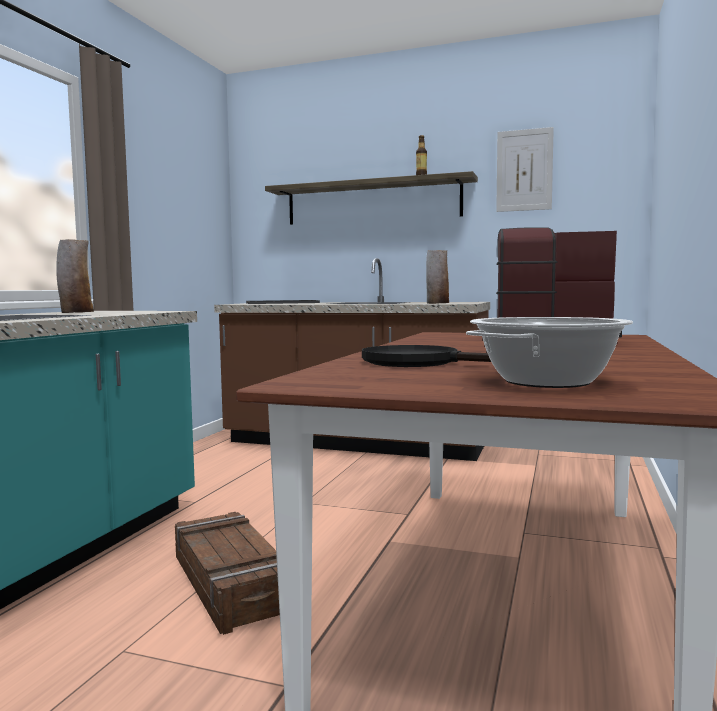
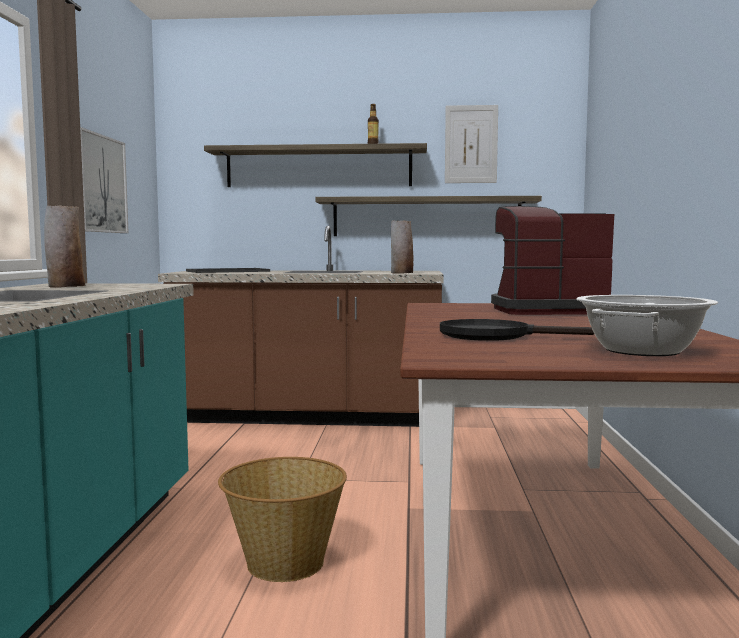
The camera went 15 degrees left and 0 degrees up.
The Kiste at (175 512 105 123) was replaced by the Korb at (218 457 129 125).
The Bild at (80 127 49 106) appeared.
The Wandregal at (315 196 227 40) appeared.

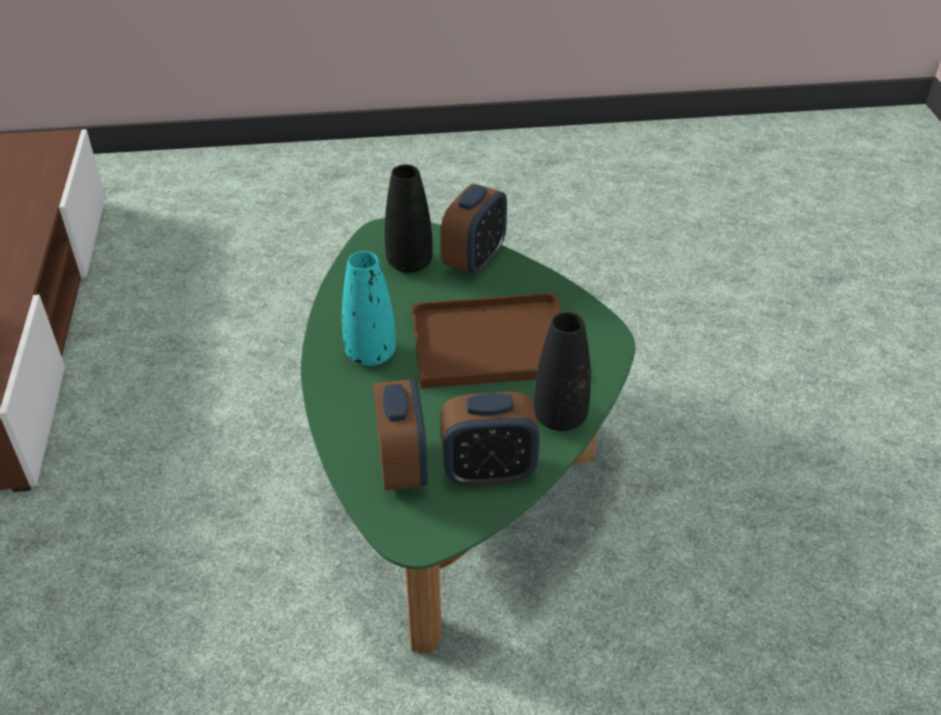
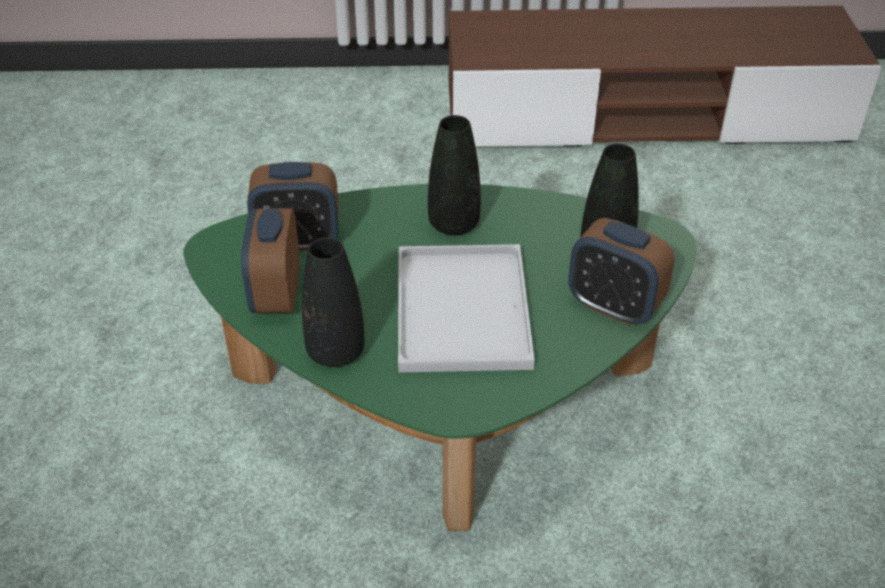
The camera went 95 degrees right and 0 degrees up.
The Vase (türkis) at (342 251 54 115) became the Vase (schwarz) at (428 115 53 121).
The Tablett (braun) at (412 292 149 97) became the Tablett (weiß) at (398 244 137 129).

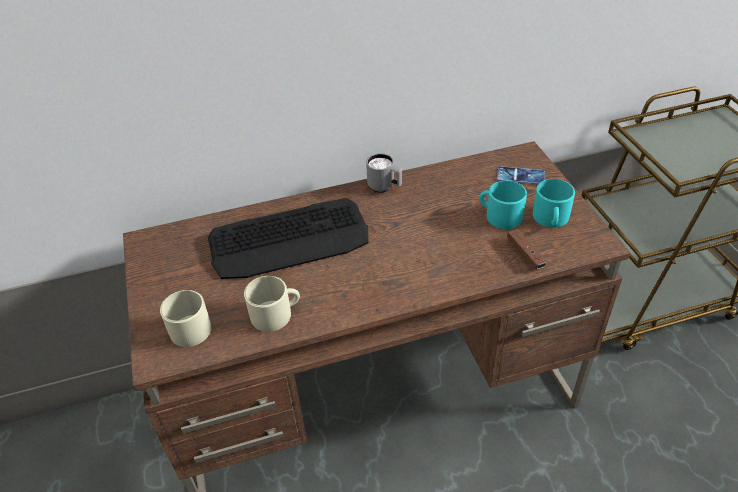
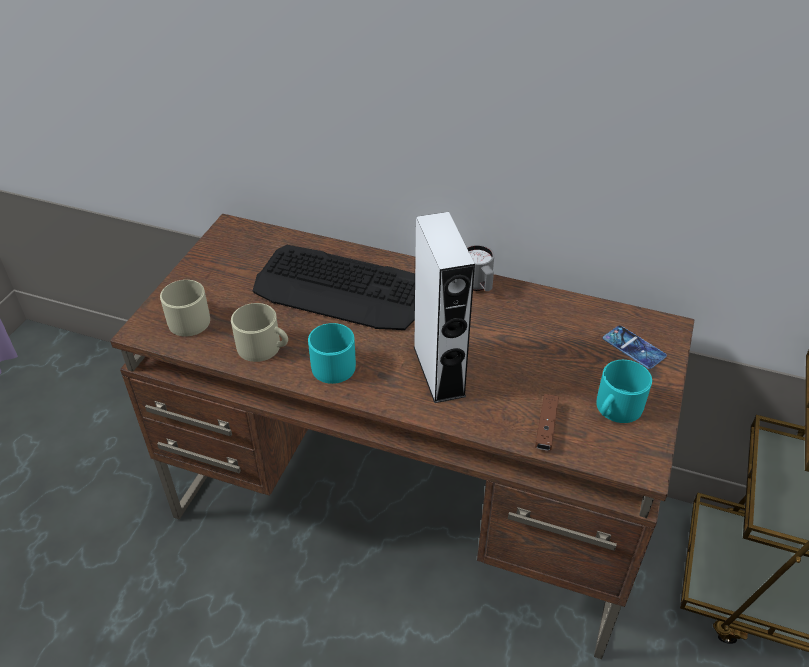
The camera went 35 degrees right and 0 degrees up.
The Henkelbecher (türkis) moved from (479 181 48 48) to (308 323 48 61).
The Lautsprecher (weiß) at (414 212 61 191) appeared.

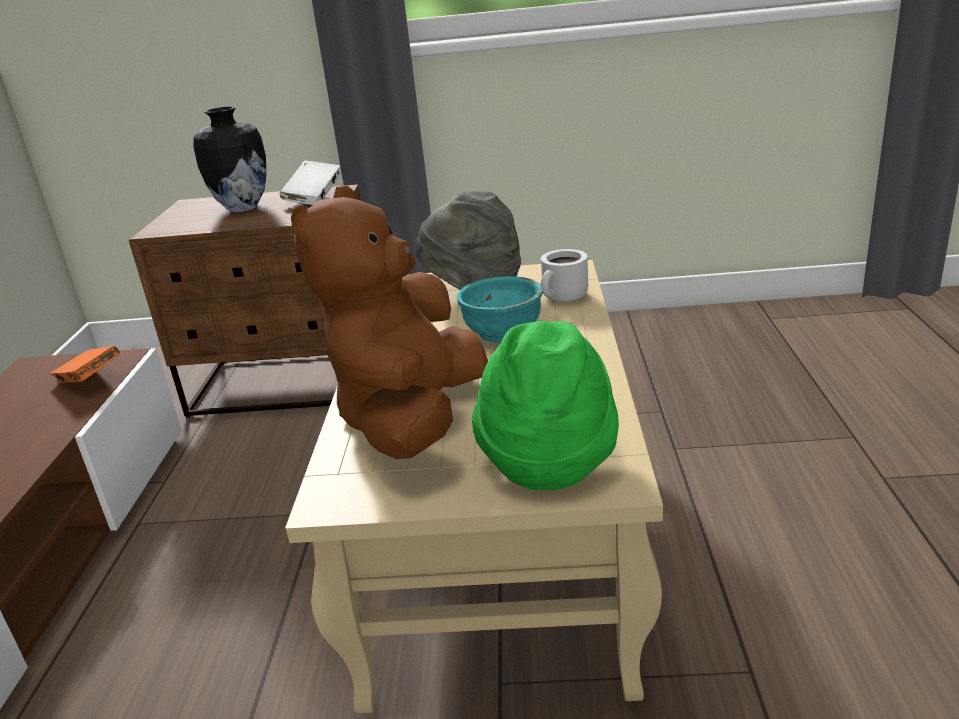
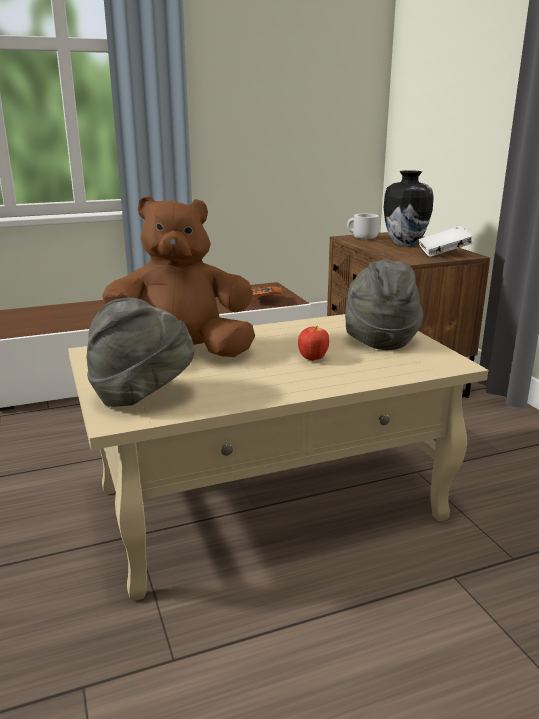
The camera went 65 degrees right and 5 degrees down.
The Henkelbecher (weiß) moved from (541 249 47 53) to (347 214 32 25).
The Schüssel (türkis) at (457 276 86 67) was replaced by the Apfel at (298 326 31 35).
The Hut (grün) at (472 321 147 170) became the Hut (grau) at (87 297 107 110).

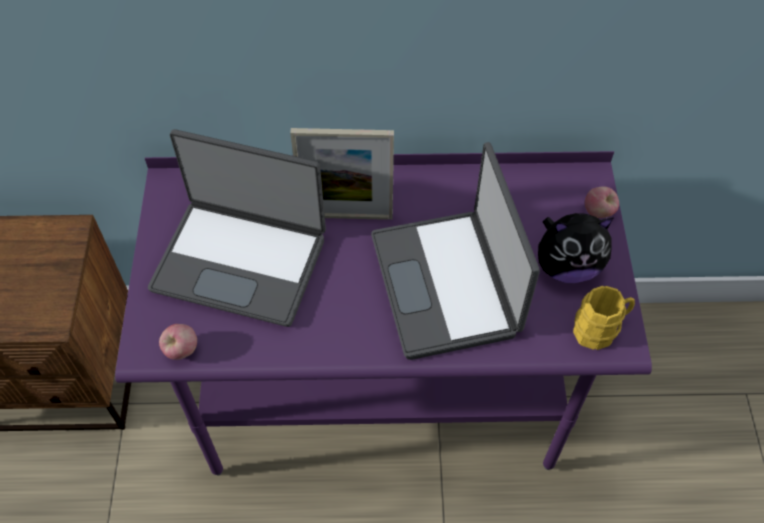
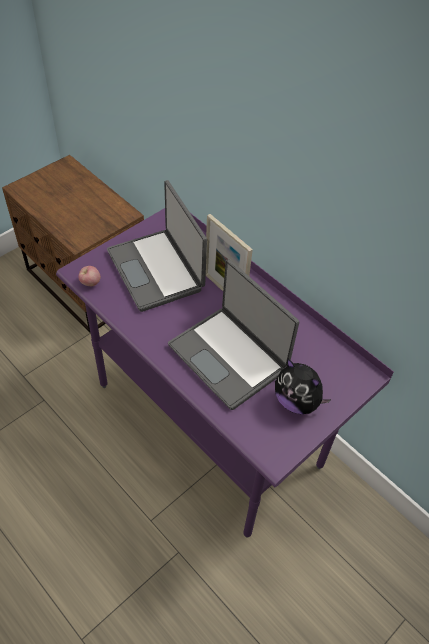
The camera went 45 degrees right and 5 degrees down.
The Laptop at (371 142 169 218) turned 75 degrees counterclockwise.
The Apfel at (585 186 34 32) disappeared.
The Henkelbecher (gelb) at (573 286 62 64) disappeared.

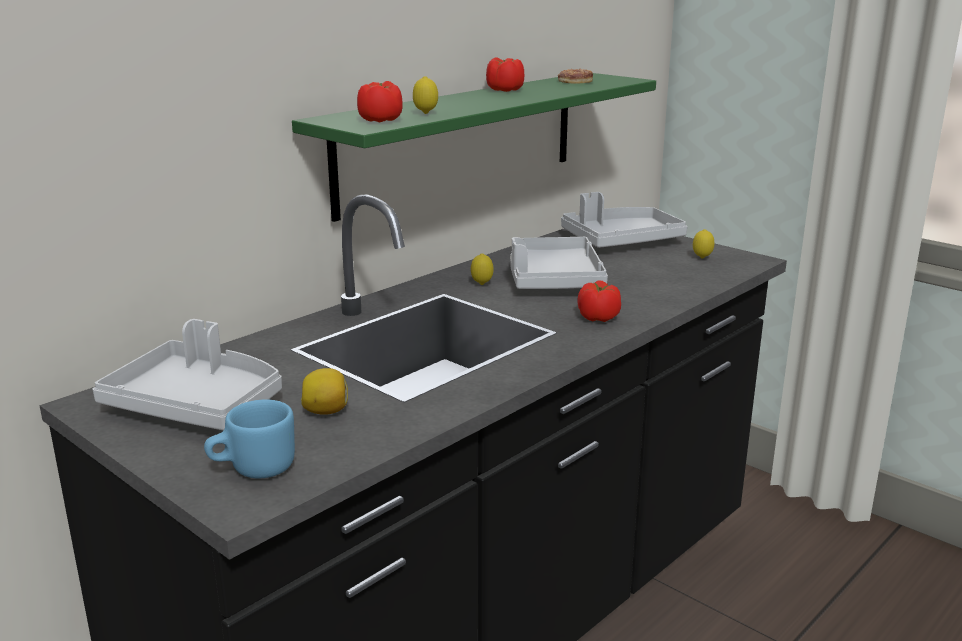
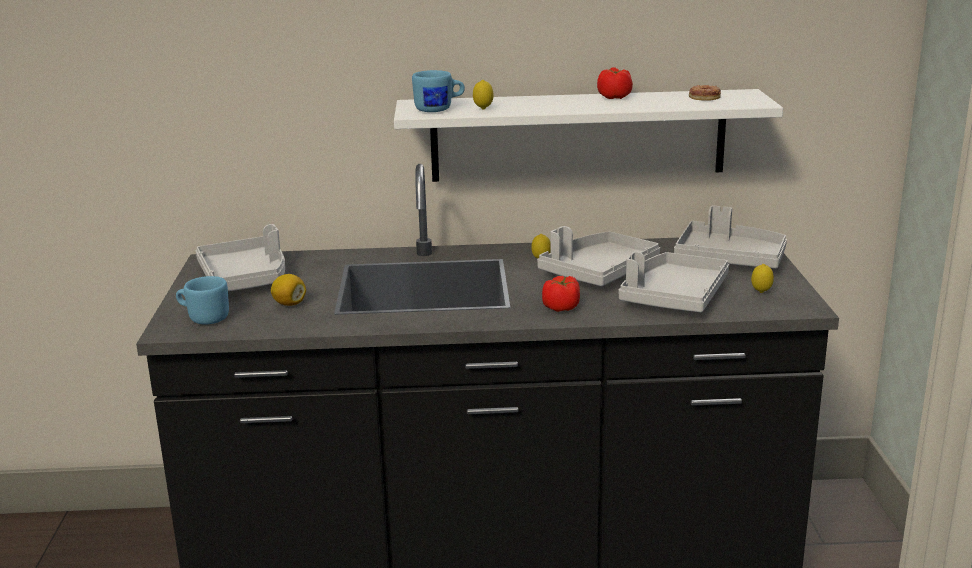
The camera went 45 degrees right and 0 degrees up.
The Wandregal (grün) at (292 73 364 149) became the Wandregal (weiß) at (394 89 389 93).
The Tomate at (357 81 46 42) was replaced by the Henkelbecher (blau) at (412 70 53 42).
The Tablett (grau) at (619 252 110 60) appeared.

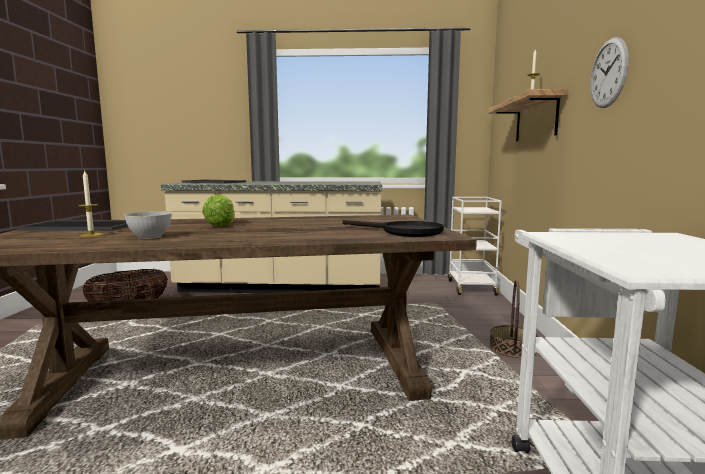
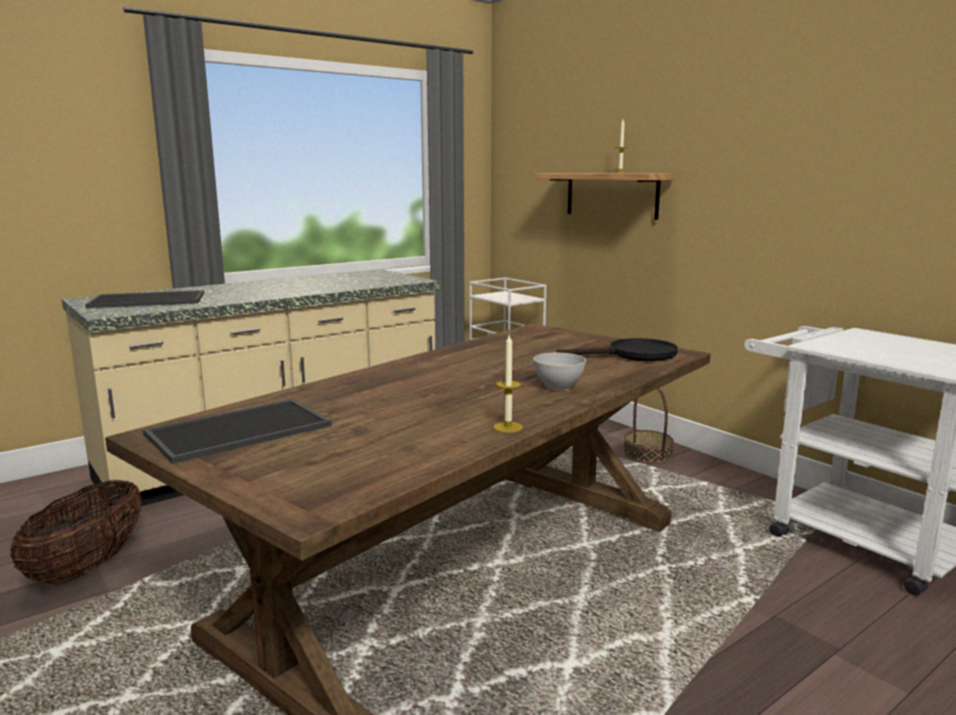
The camera went 40 degrees left and 5 degrees up.
The Wanduhr at (590 37 39 71) disappeared.
The Kerze moved from (78 171 25 66) to (493 335 30 98).
The Salatkopf at (202 194 33 33) disappeared.
The Schüssel (grau) moved from (124 211 48 28) to (534 353 52 37).

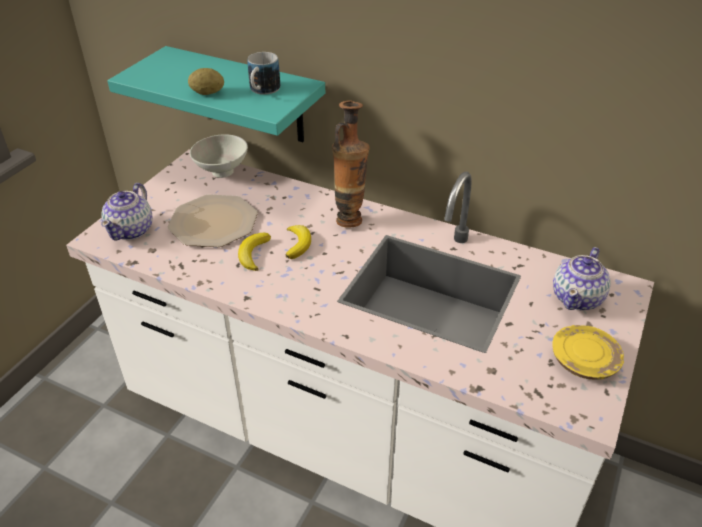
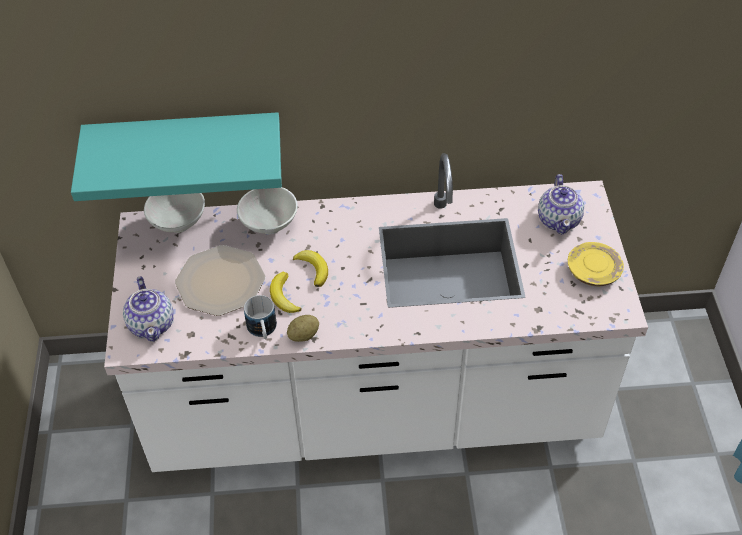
The camera went 30 degrees left and 10 degrees up.
The Henkelbecher moved from (247 52 33 43) to (244 295 33 44).
The Kartoffel moved from (188 68 36 27) to (287 315 32 27).
The Vase at (332 101 37 127) disappeared.
The Schüssel (weiß) at (237 187 61 47) appeared.

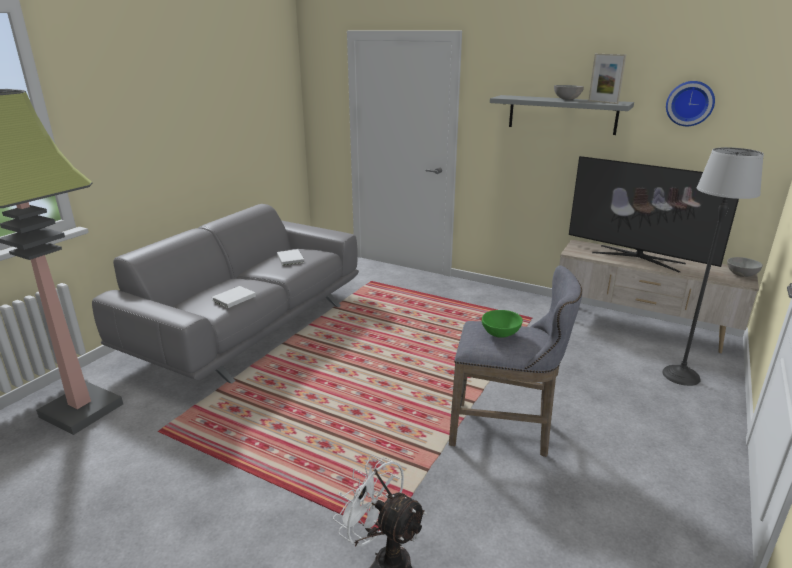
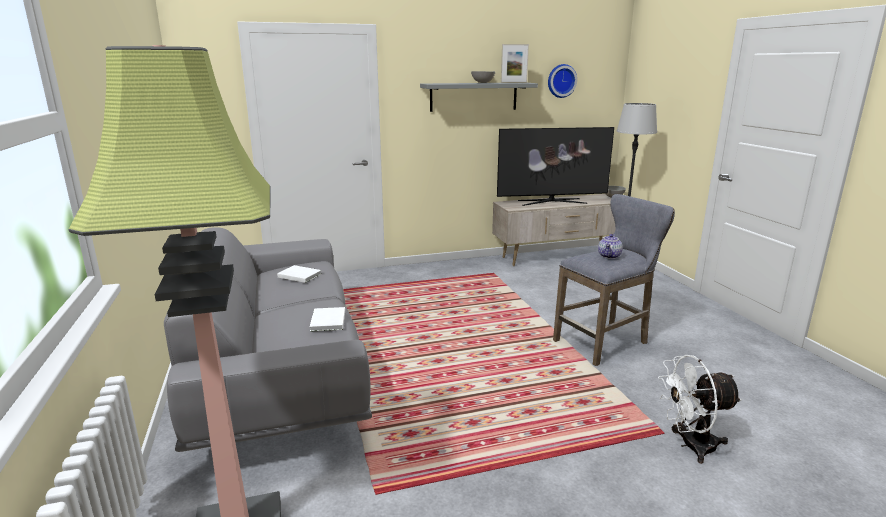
The camera went 45 degrees left and 5 degrees down.
The Schüssel (grün) at (482 310 41 28) was replaced by the Teekanne at (598 234 25 25).

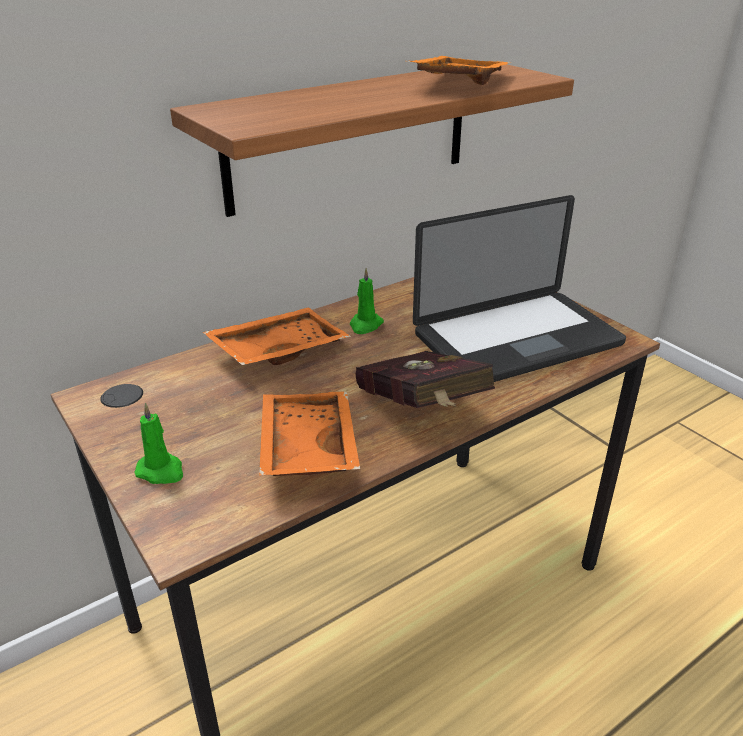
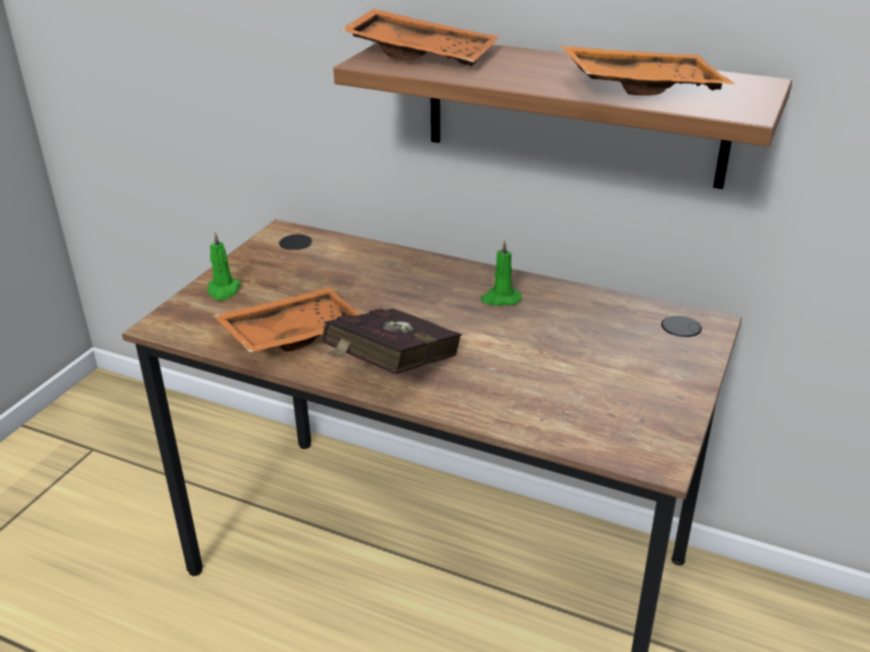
The camera went 60 degrees right and 0 degrees up.
The Laptop at (413 195 213 187) disappeared.
The Tablett (orange) moved from (203 307 148 58) to (341 9 158 57).

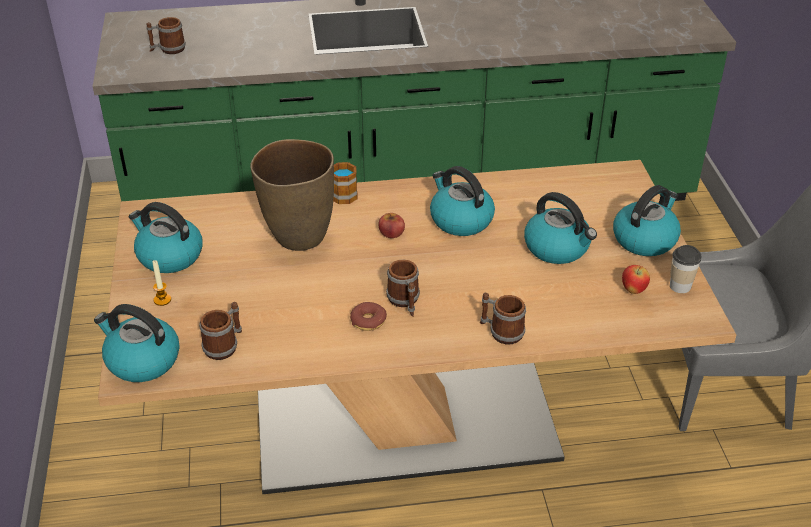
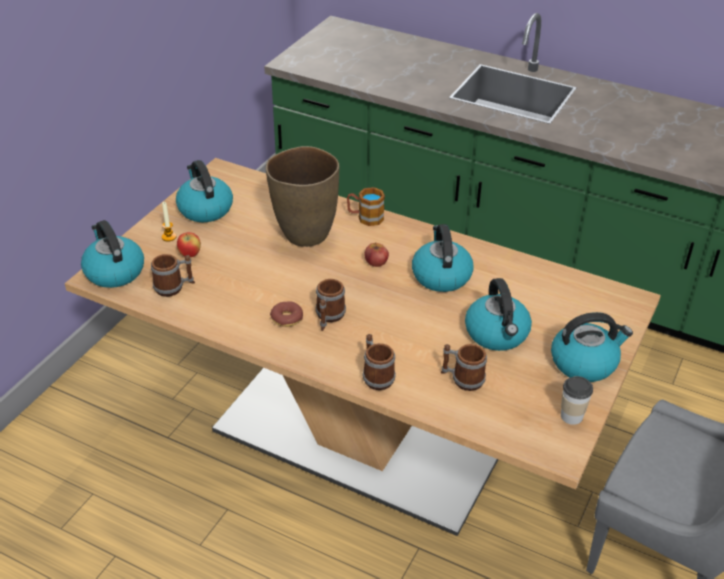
The camera went 35 degrees right and 0 degrees up.
The Henkelbecher moved from (146 17 40 37) to (440 344 47 47).
The Apfel moved from (622 265 28 29) to (177 232 24 25).

